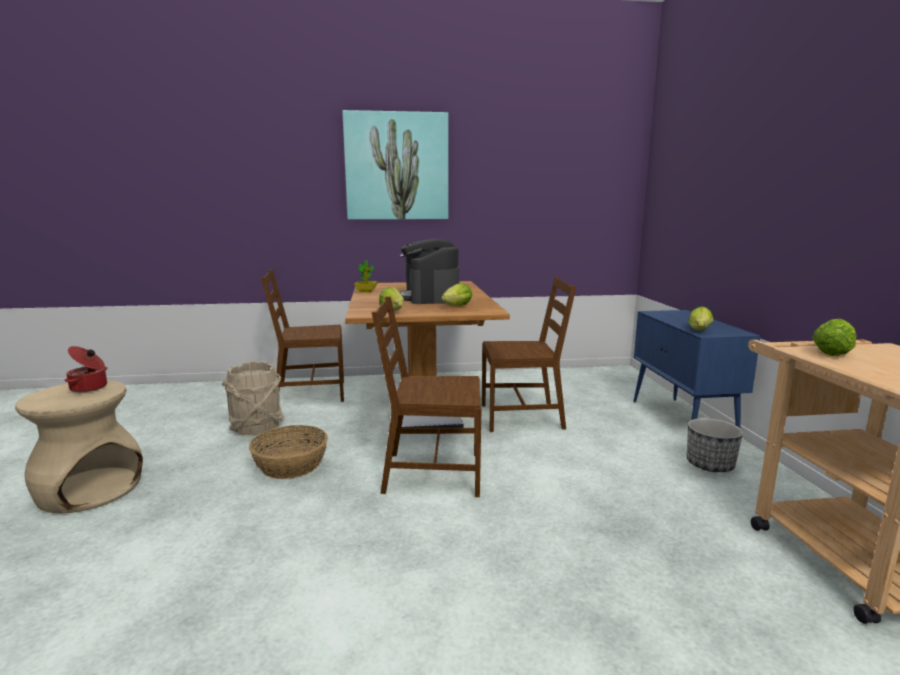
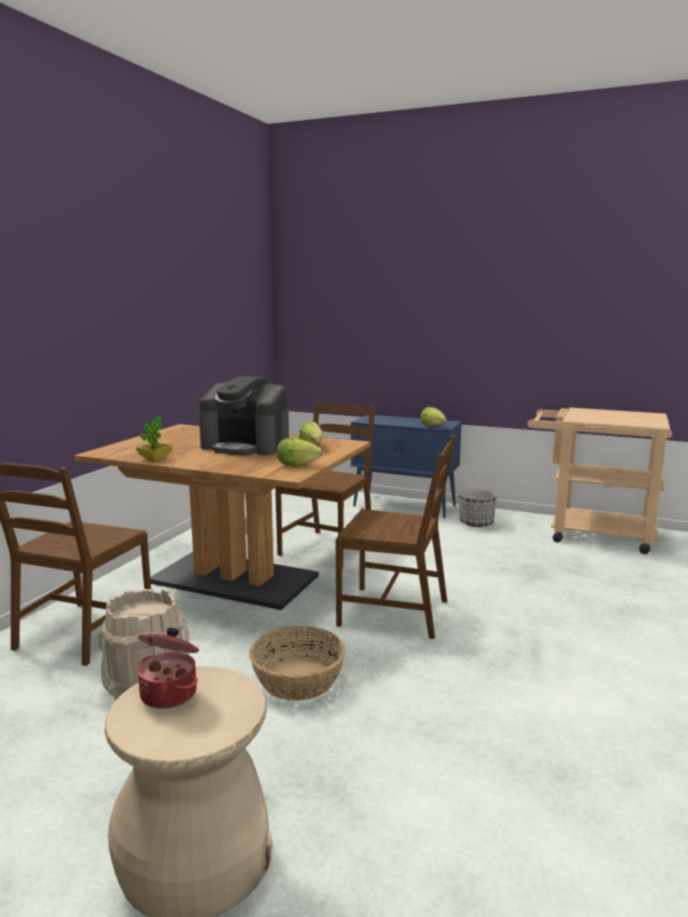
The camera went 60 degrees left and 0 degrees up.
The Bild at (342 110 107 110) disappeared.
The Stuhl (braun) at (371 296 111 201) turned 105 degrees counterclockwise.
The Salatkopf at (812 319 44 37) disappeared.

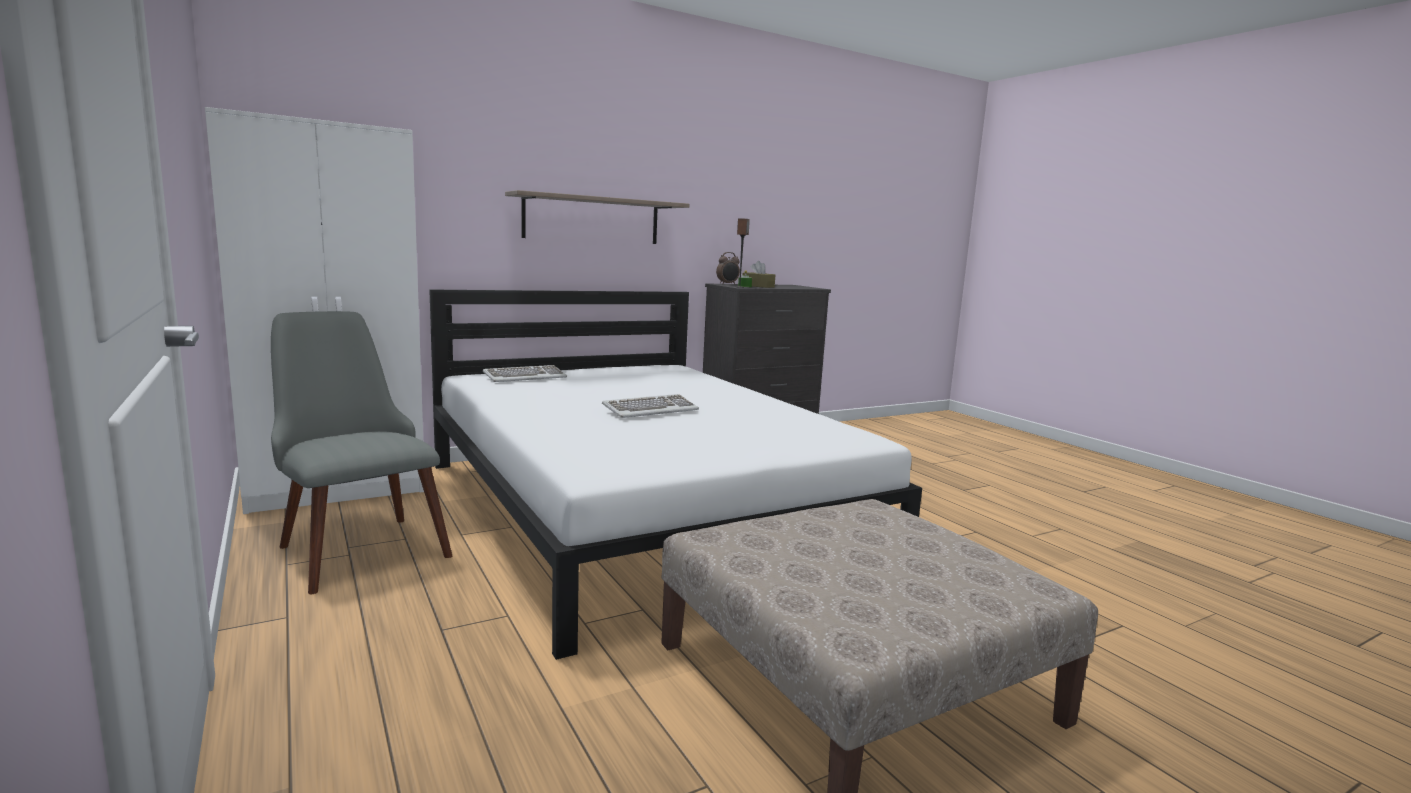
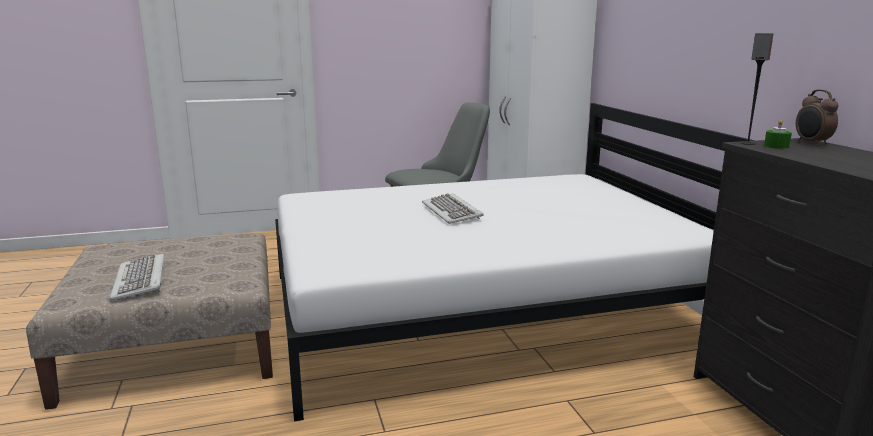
The camera went 105 degrees right and 5 degrees up.
The Wandregal at (505 190 184 54) disappeared.
The Taschentuchbox (braun) at (743 261 32 27) disappeared.
The Tastatur moved from (483 365 84 17) to (110 254 55 46).

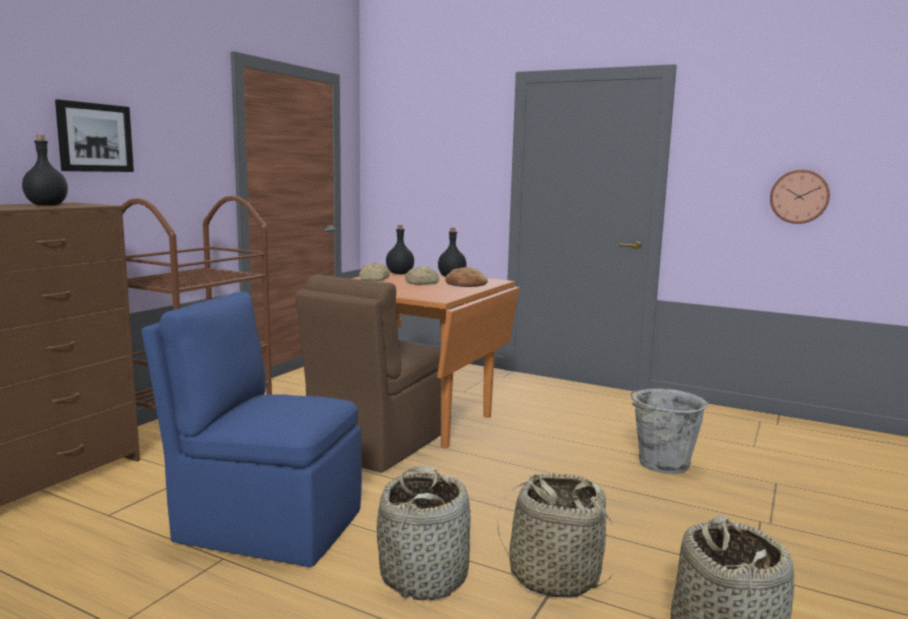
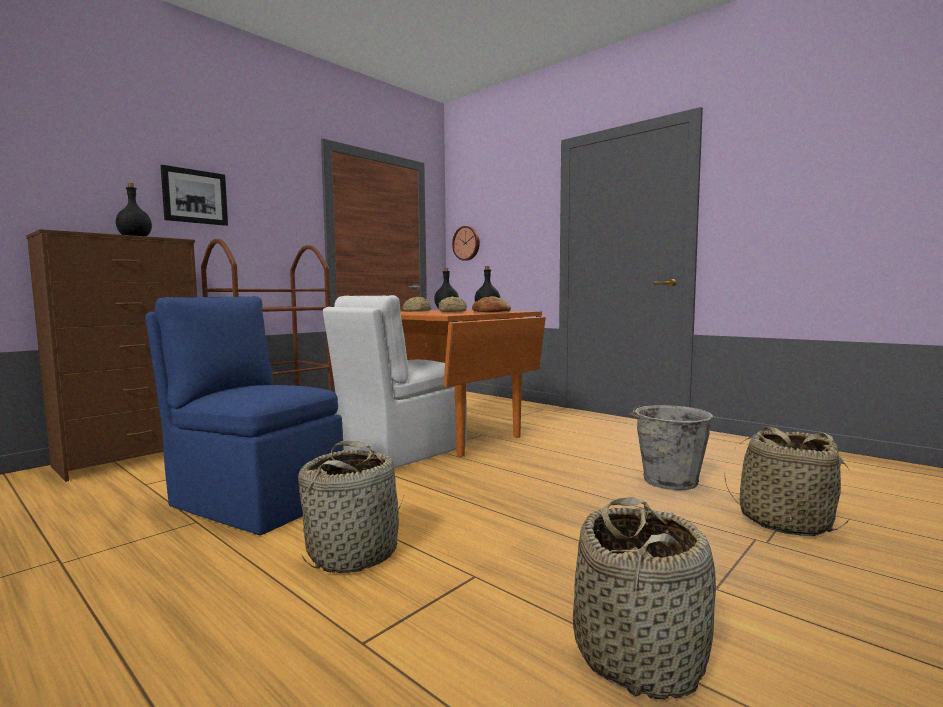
The camera went 15 degrees right and 5 degrees down.
The Wanduhr moved from (770 170 60 54) to (452 226 28 35).
The Stuhl (braun) at (295 274 146 199) became the Stuhl (weiß) at (323 295 144 173).
The Korb moved from (497 473 116 125) to (724 426 126 110).

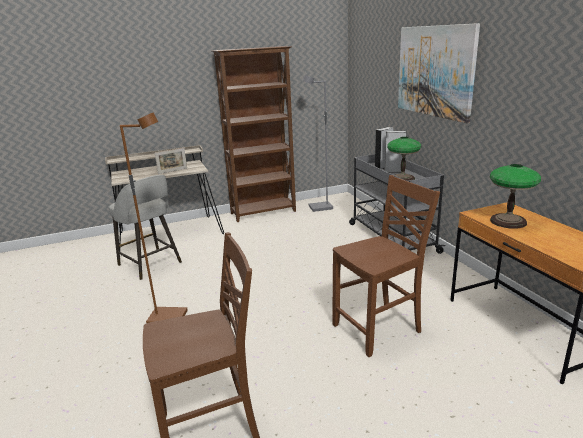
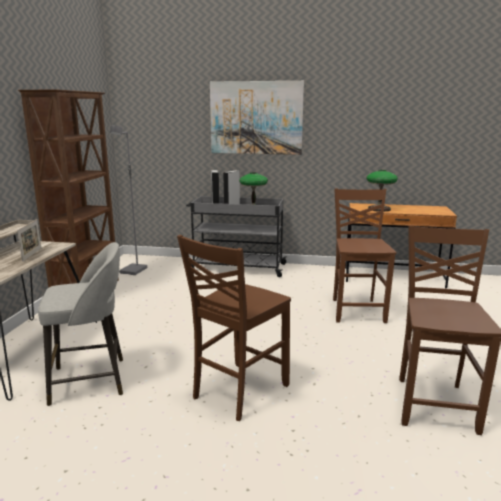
The camera went 60 degrees left and 5 degrees down.
The Stehlampe (braun) at (120 112 68 211) was replaced by the Stuhl (braun) at (177 235 114 186).

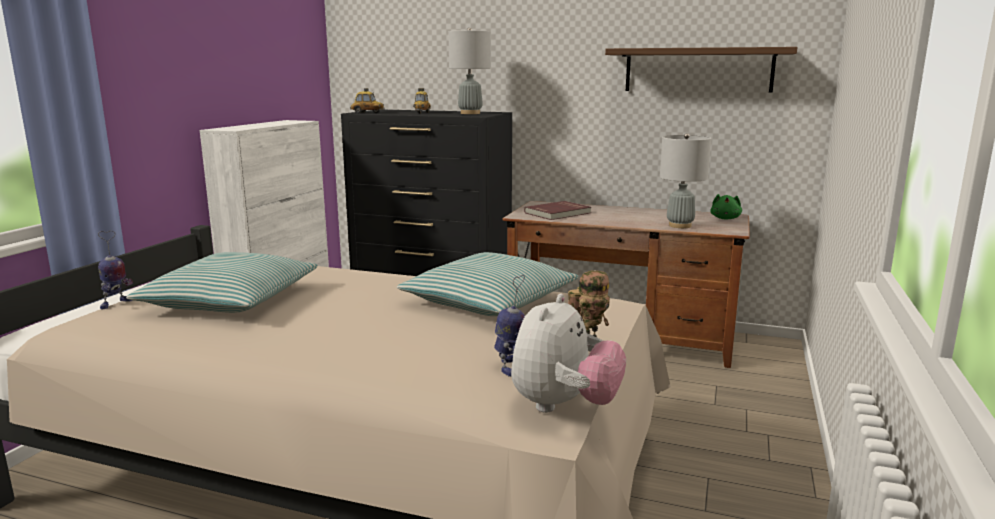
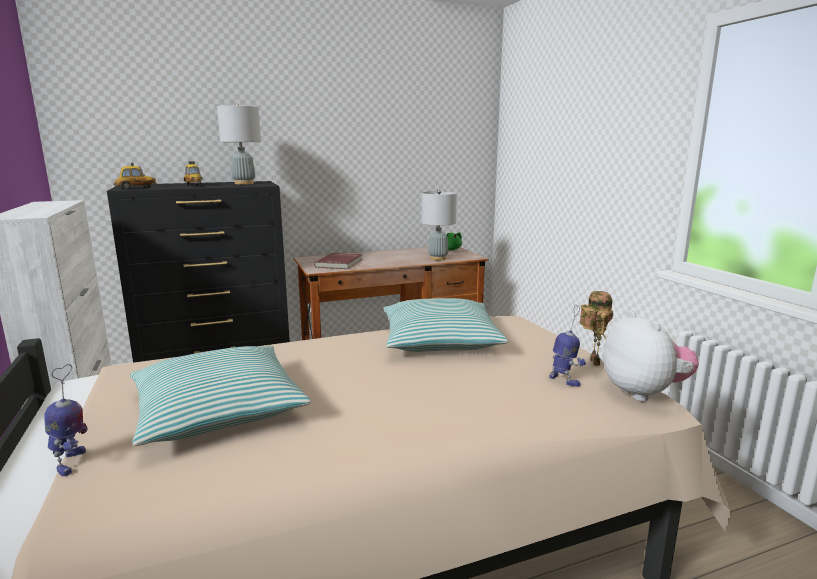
The camera went 40 degrees left and 0 degrees up.
The Wandregal (braun) at (605 47 193 46) disappeared.

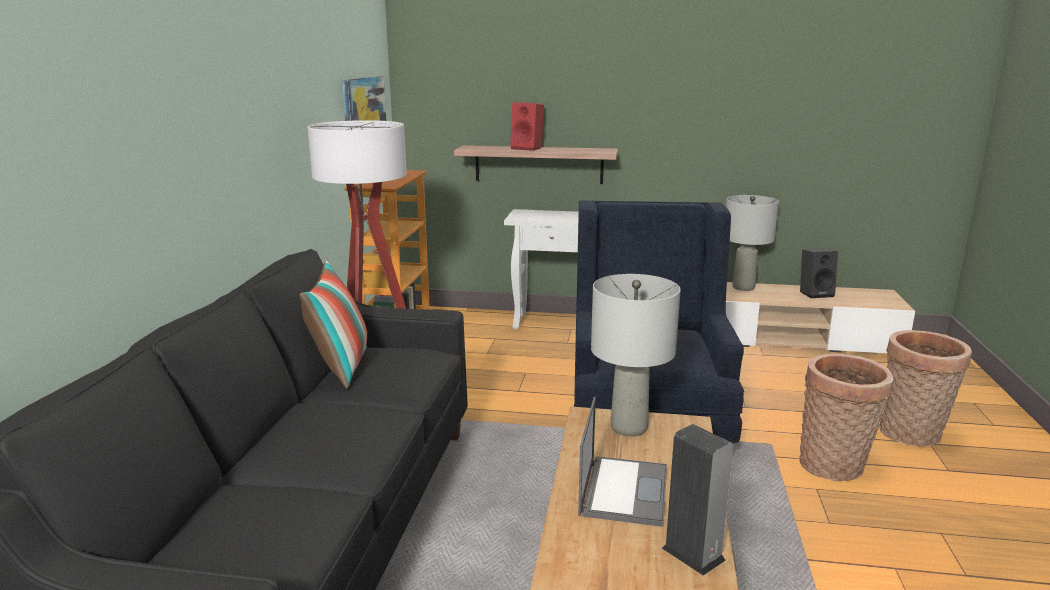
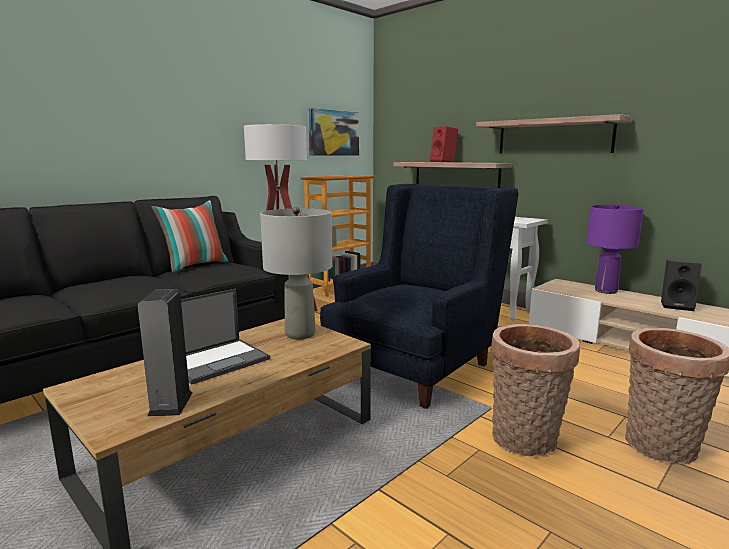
The camera went 35 degrees right and 5 degrees down.
The Tischlampe (grau) at (726 195 53 96) became the Tischlampe (lila) at (587 204 57 90).
The Wandregal at (476 114 156 39) appeared.

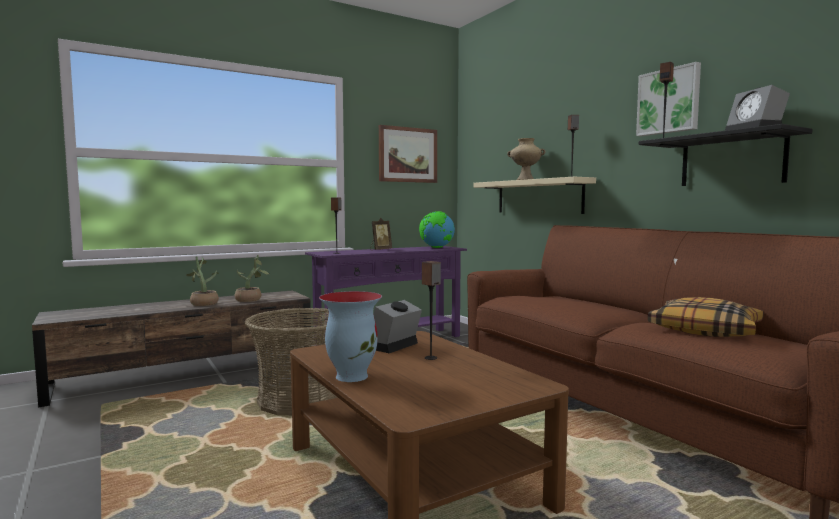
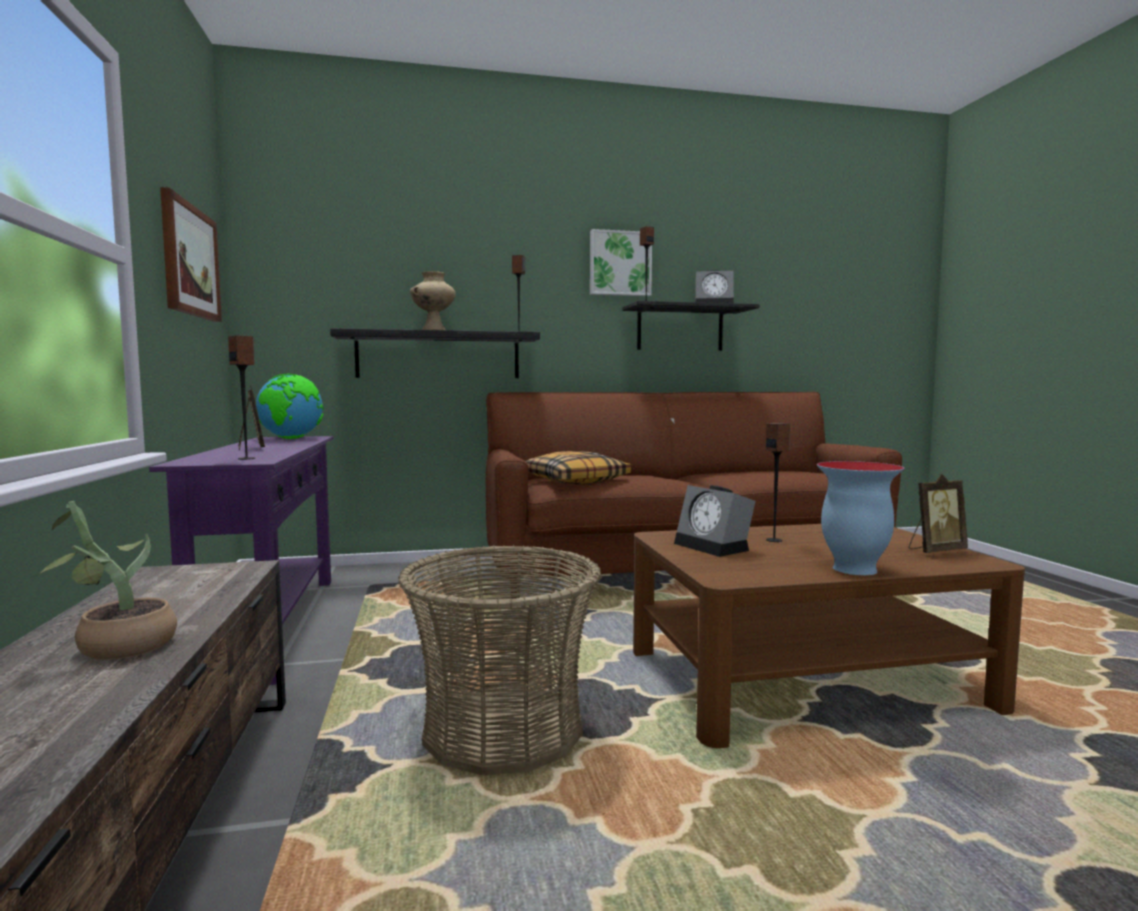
The camera went 70 degrees left and 0 degrees up.
The Wandregal (beige) at (473 177 123 37) became the Wandregal (schwarz) at (330 328 210 50).
The Topfpflanze at (235 255 34 47) disappeared.
The Kissen moved from (648 297 115 40) to (525 451 106 33).
The Bilderrahmen at (909 474 59 79) appeared.

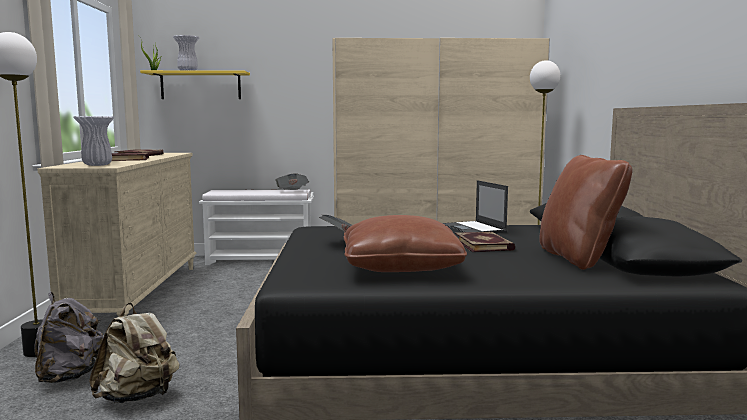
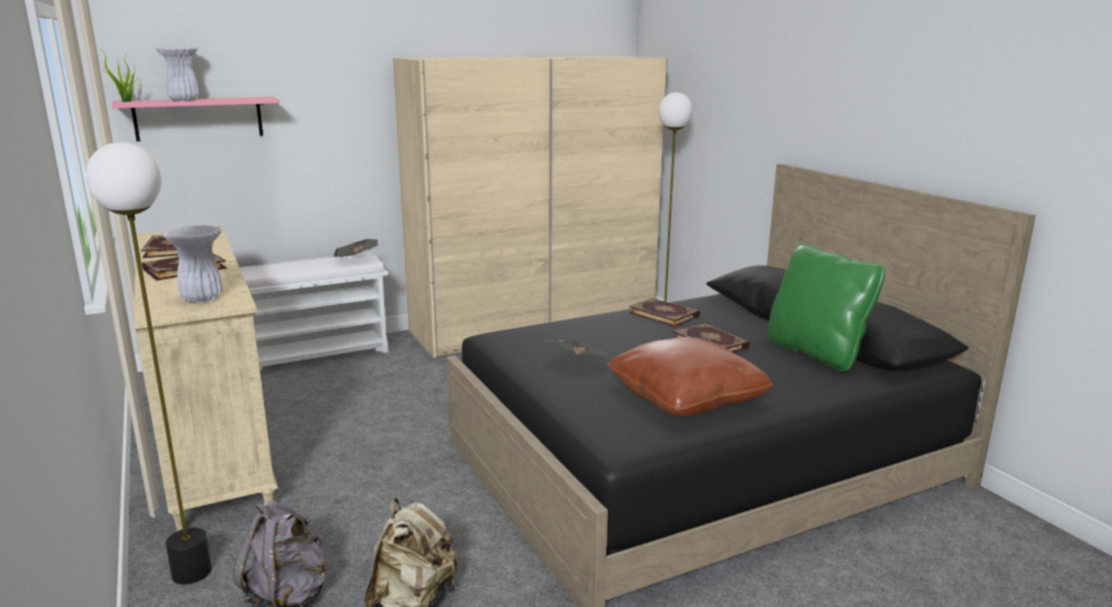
The camera went 25 degrees left and 10 degrees up.
The Wandregal (gelb) at (140 70 110 29) became the Wandregal (rosa) at (112 97 168 44).
The Kissen (braun) at (539 155 93 115) became the Kissen (grün) at (767 244 118 127).
The Laptop at (442 180 66 54) was replaced by the Buch at (629 298 71 29).

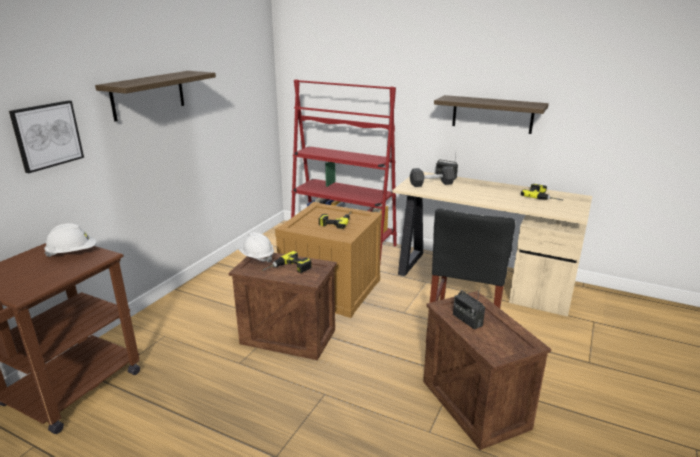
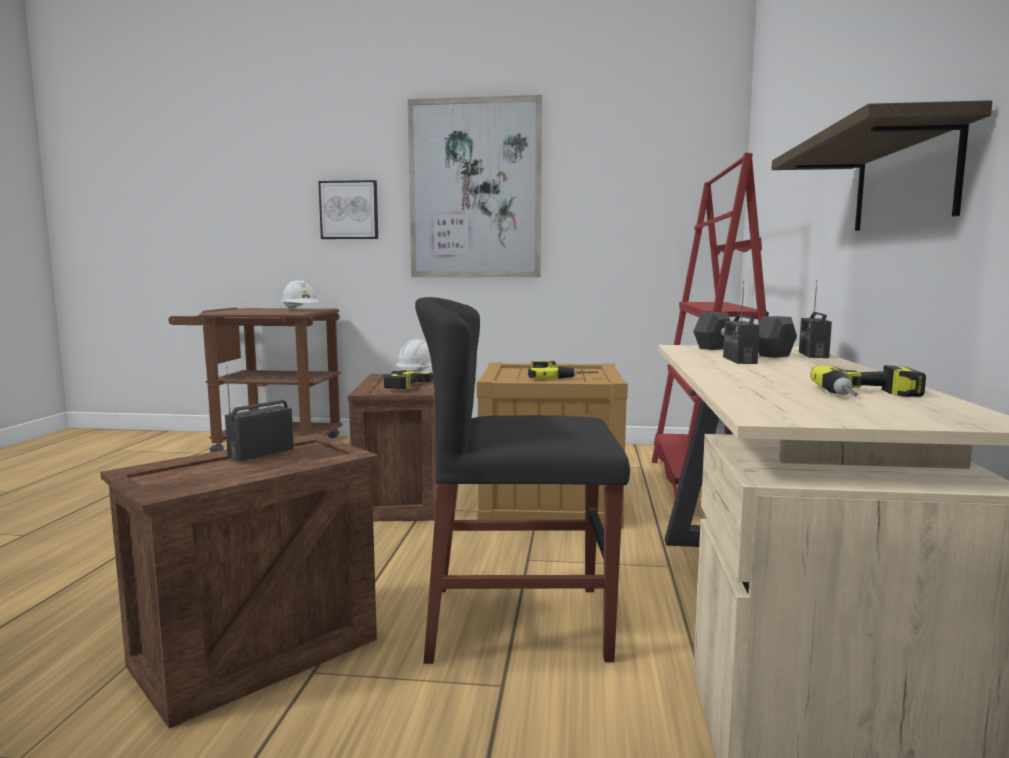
The camera went 70 degrees right and 15 degrees down.
The Wandregal at (95 71 121 51) was replaced by the Bild at (408 95 134 182).
The Radio at (723 281 37 83) appeared.

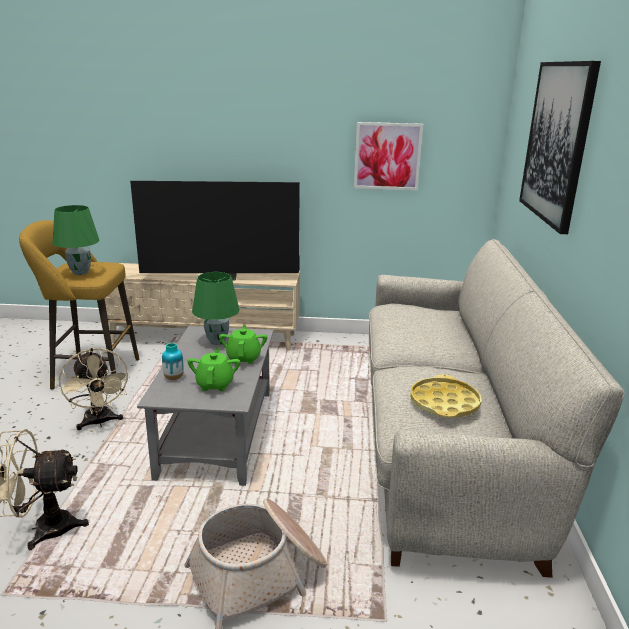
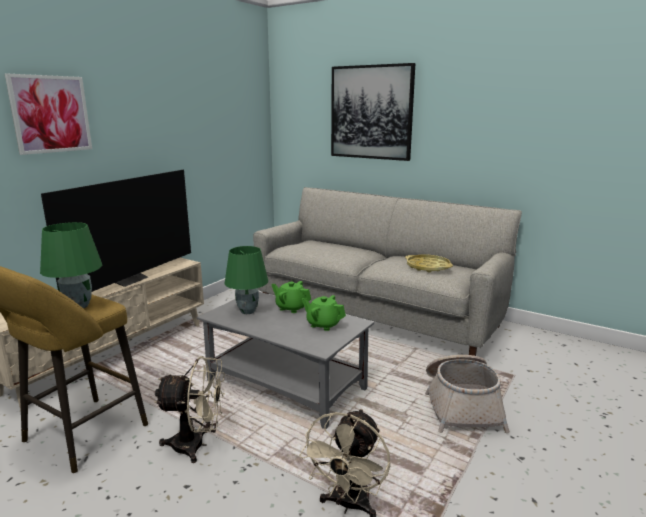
The camera went 60 degrees left and 5 degrees down.
The Bild moved from (354 122 69 68) to (5 74 87 81).
The Vase at (162 343 22 37) disappeared.

